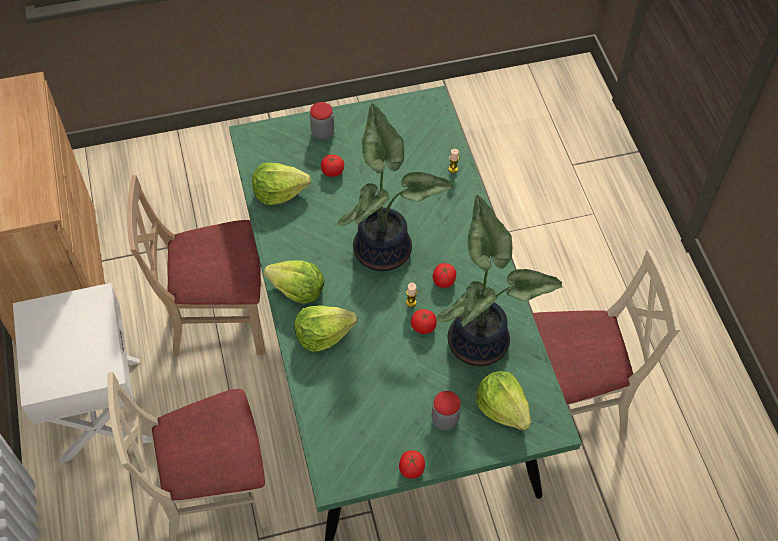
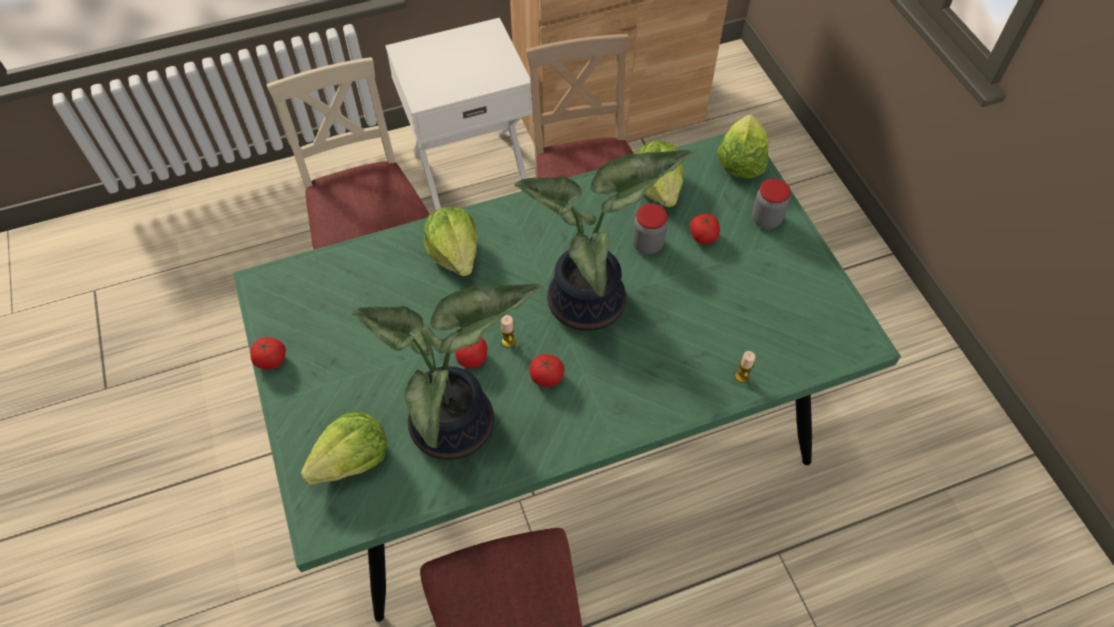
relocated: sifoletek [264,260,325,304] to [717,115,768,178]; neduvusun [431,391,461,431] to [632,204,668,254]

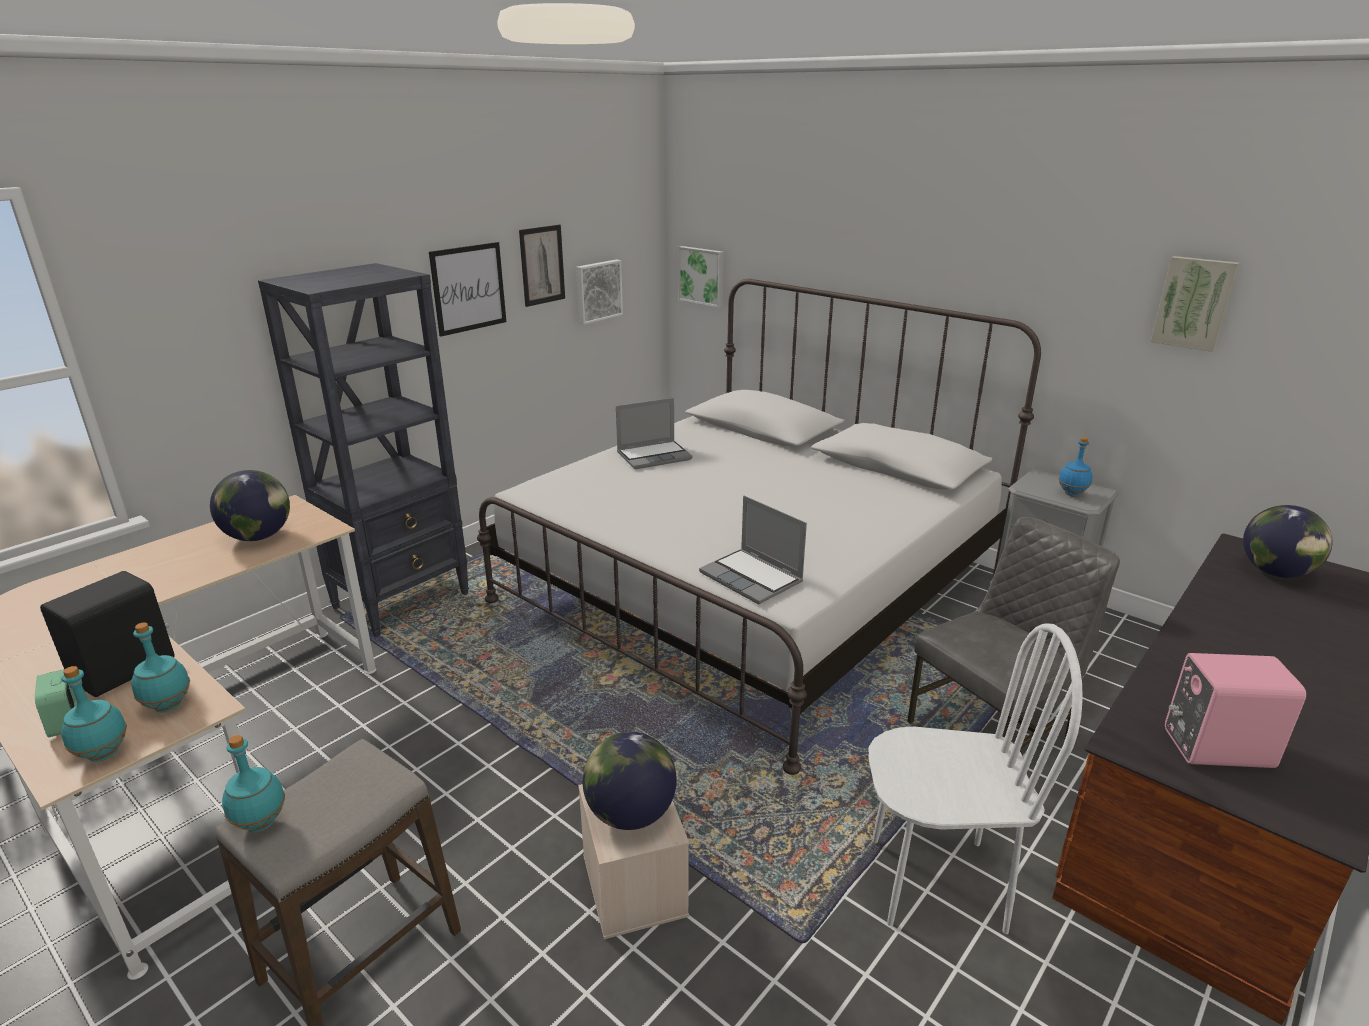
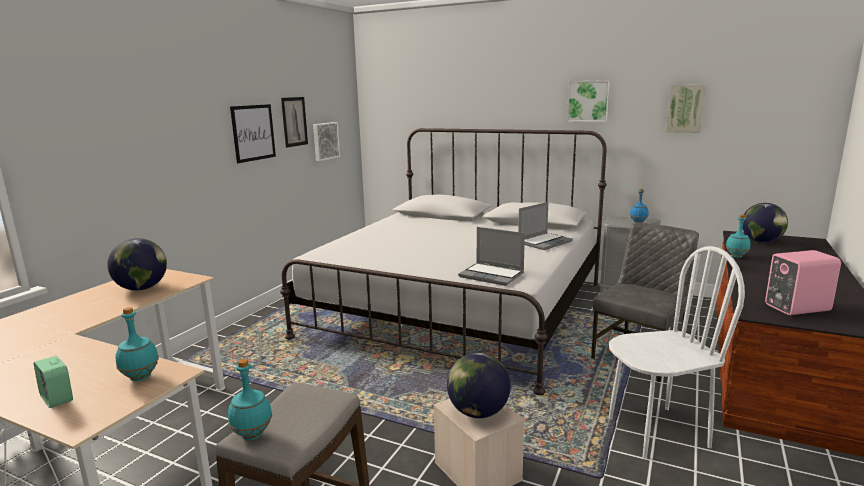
missing: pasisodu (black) [40,571,175,697]; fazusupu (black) [258,263,469,637]
relocated: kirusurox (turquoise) [61,666,127,762] to [726,215,751,258]; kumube [616,398,693,469] to [518,202,573,250]; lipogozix [678,246,724,308] to [567,80,611,122]

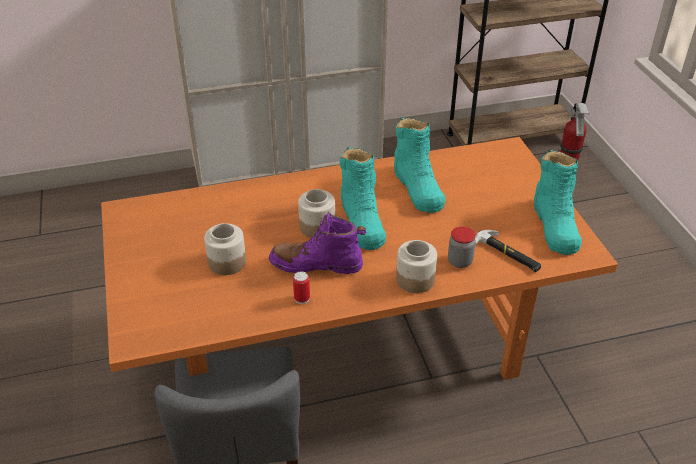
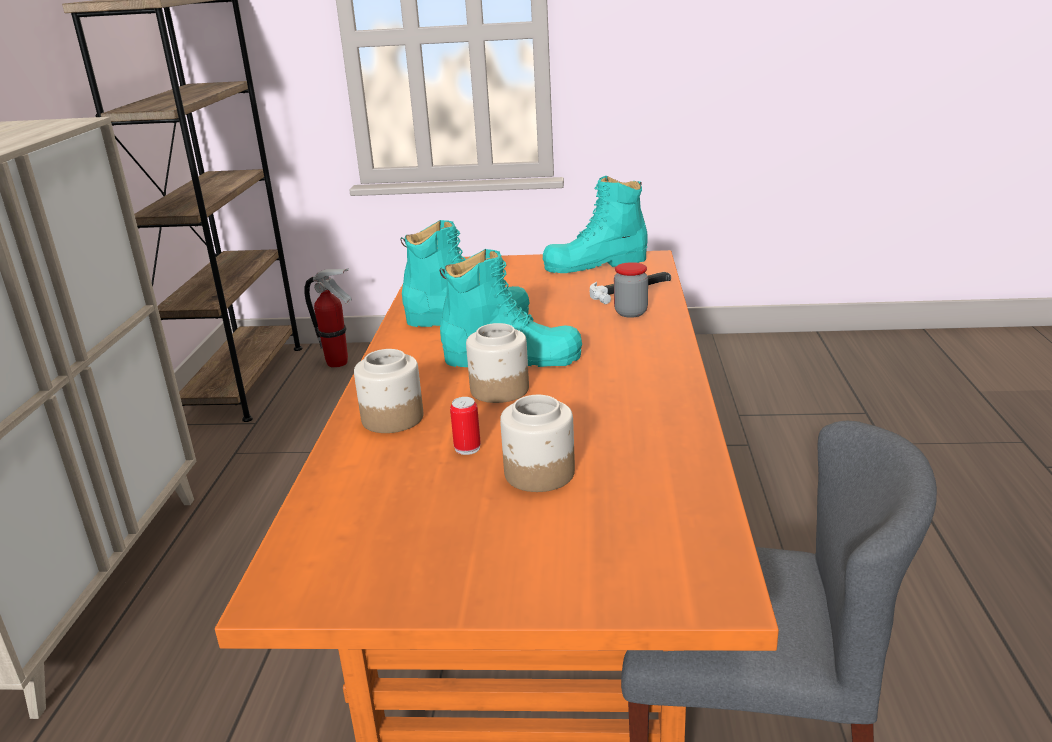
missing: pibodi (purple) [269,212,366,274]
relocated: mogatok [293,271,310,304] to [450,397,481,455]; neduvusun [396,240,437,293] to [354,349,423,433]
spun: pibodi (turquoise) [534,150,582,255] = [543,175,648,273] 150 degrees clockwise

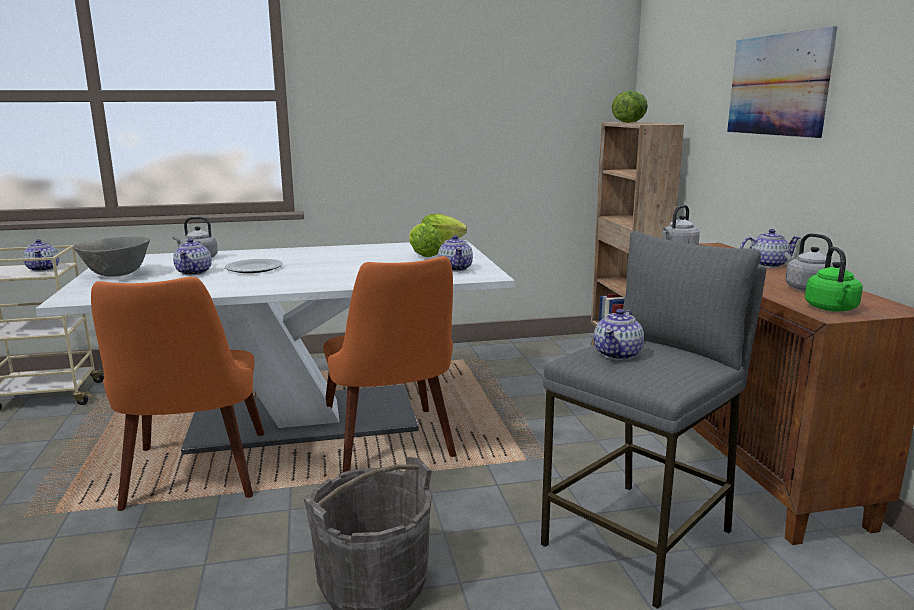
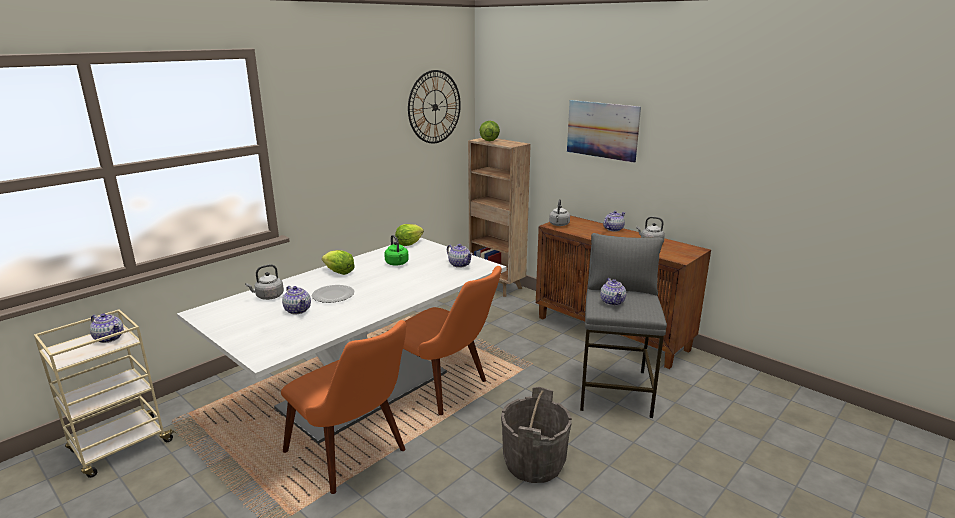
missing: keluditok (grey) [73,237,150,277]
appeared: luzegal [408,70,461,143]
relocated: sifoletek [409,223,441,257] to [322,250,355,275]; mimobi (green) [805,247,863,312] to [384,235,409,266]

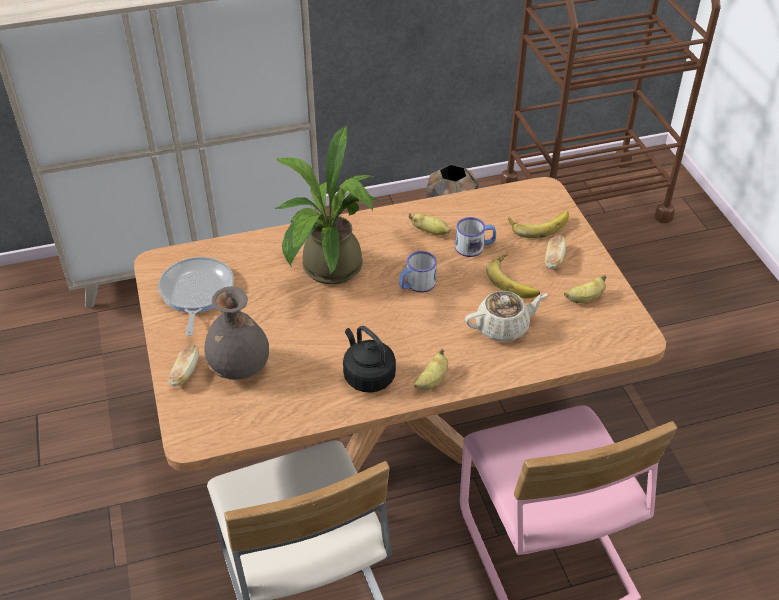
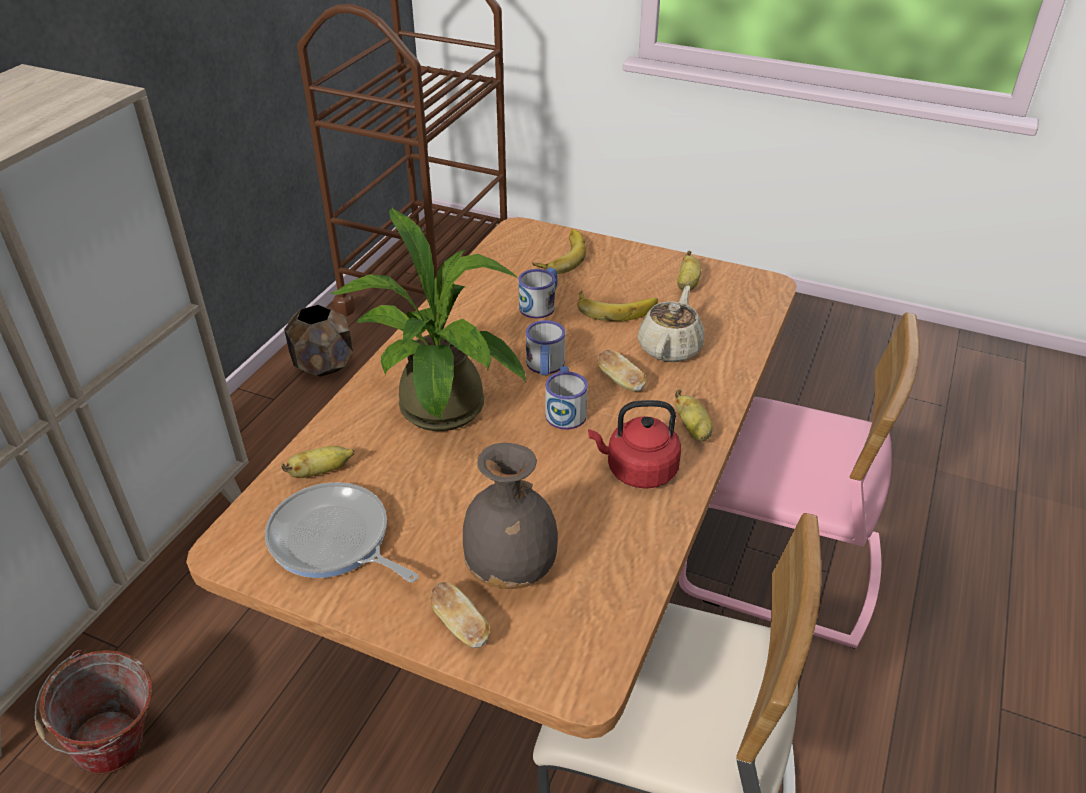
appeared: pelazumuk [34,650,152,775]; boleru [545,366,588,430]
relocated: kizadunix [409,213,450,235] to [282,446,354,478]; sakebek [545,235,566,269] to [598,350,647,392]
colour: mimobi (black) [343,326,396,393] to mimobi (red) [588,400,681,489]

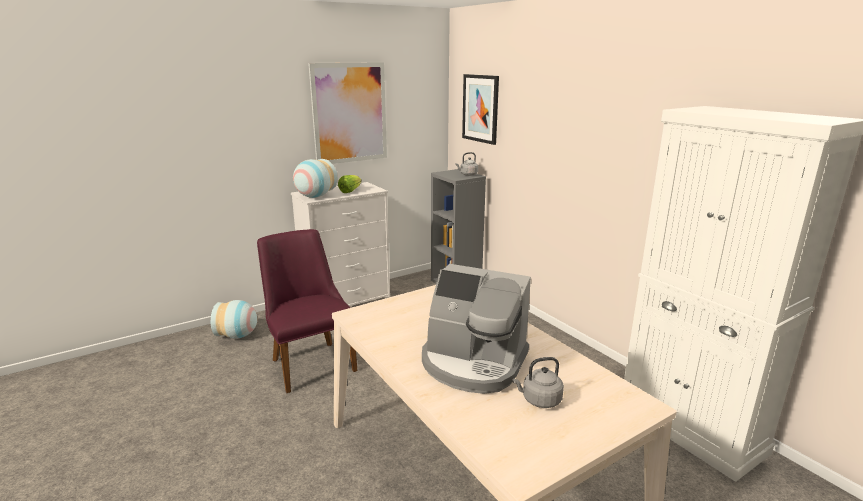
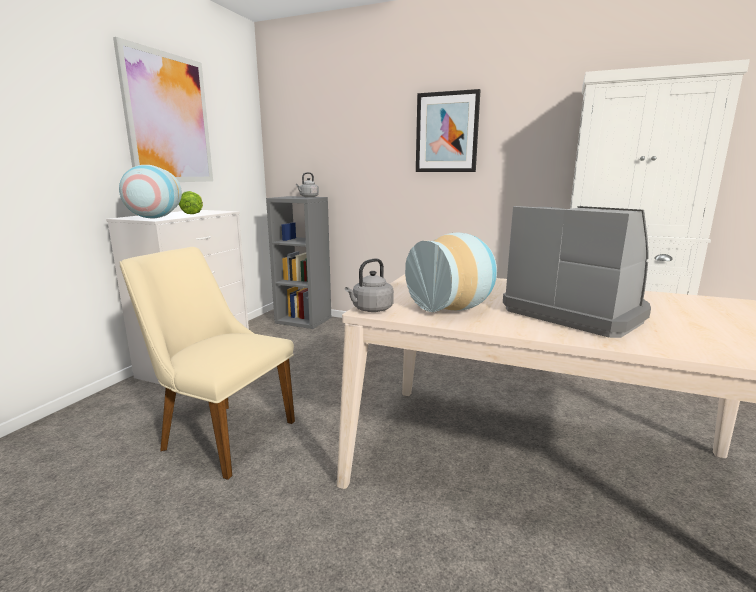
relocated: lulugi [211,300,257,339] to [405,233,497,312]; lipogozix [462,74,499,145] to [416,89,481,172]; mimobi (grey) [513,357,564,408] to [345,258,394,312]
colour: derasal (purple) [257,229,357,393] to derasal (beige) [119,247,295,480]
spun: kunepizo [422,264,531,394] = [503,206,651,338] 120 degrees counterclockwise

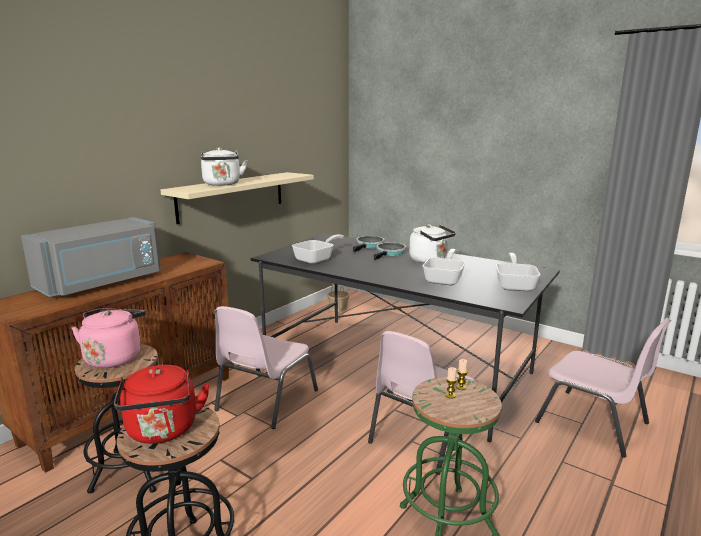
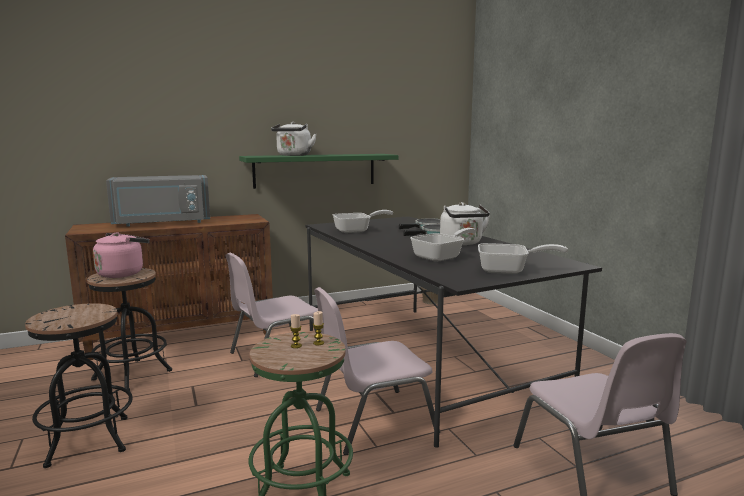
missing: mimobi (red) [114,365,210,444]
colour: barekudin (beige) [161,172,314,224] to barekudin (green) [239,154,398,189]
spun: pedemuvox [496,253,540,291] = [478,243,568,274] 60 degrees clockwise

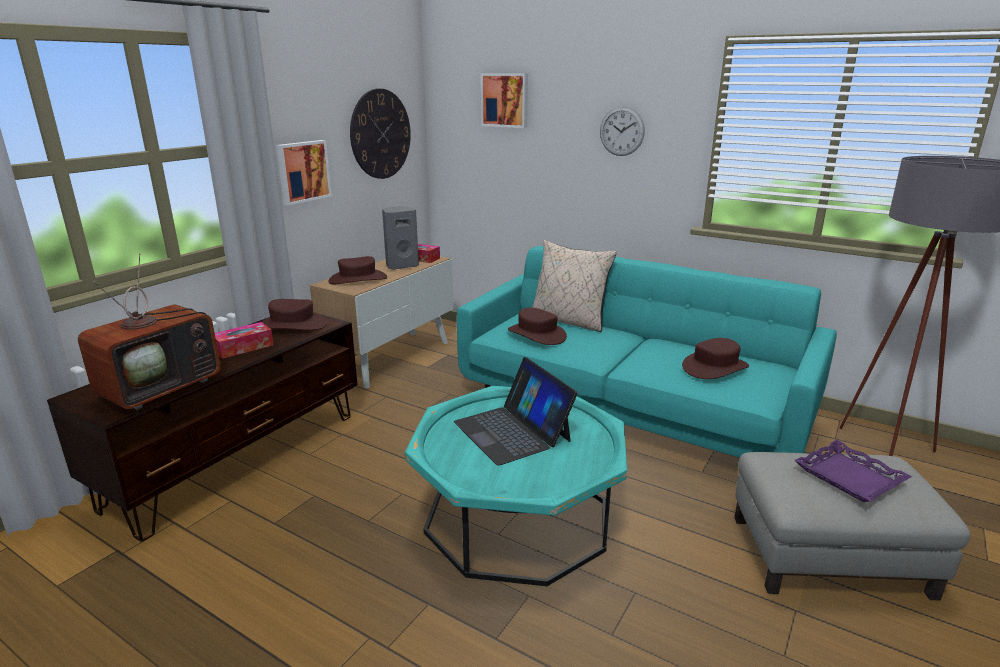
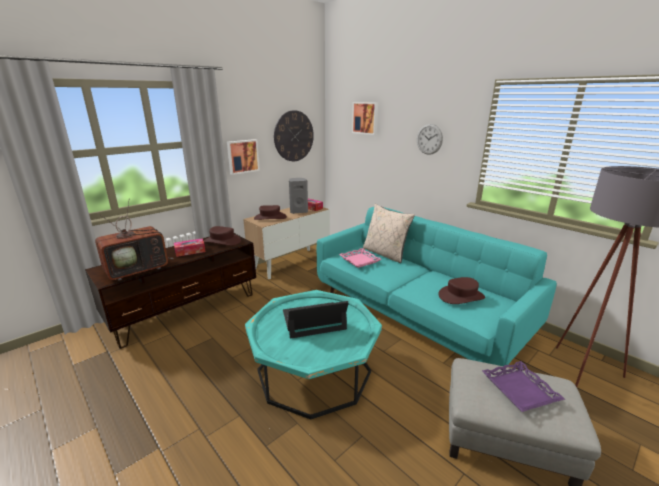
exchanged: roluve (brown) [508,307,567,345] to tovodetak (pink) [339,248,381,268]
spun: kumube [454,357,578,466] = [283,301,349,338] 90 degrees clockwise

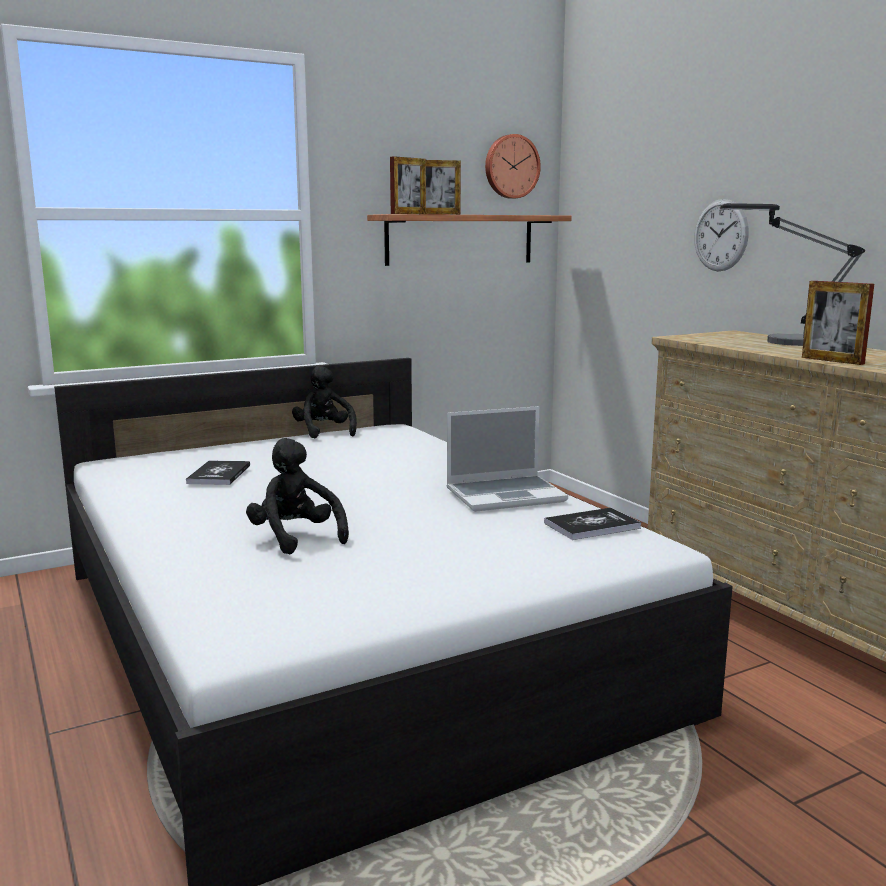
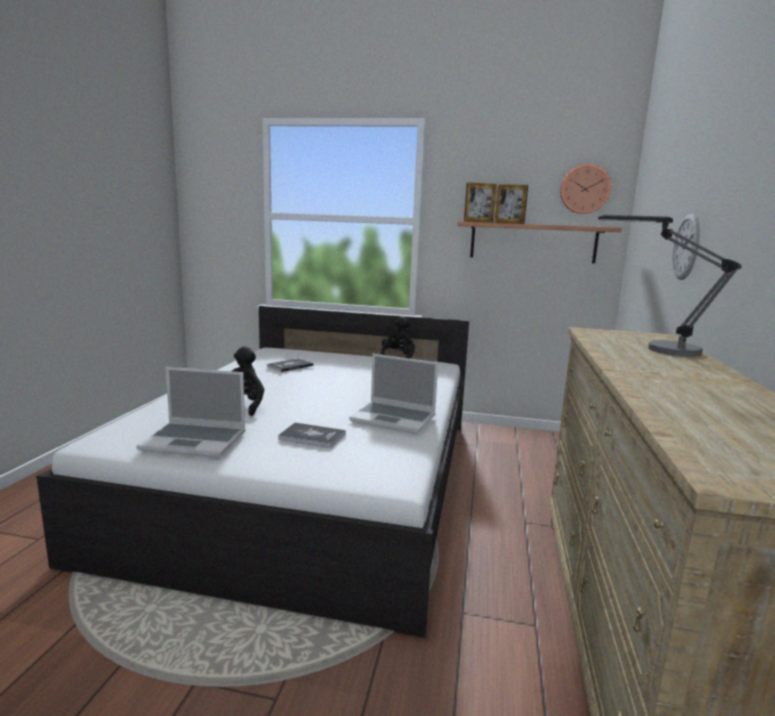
missing: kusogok [802,281,874,365]
appeared: kumube [136,367,246,458]
relocated: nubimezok [544,508,641,540] to [278,423,346,448]

